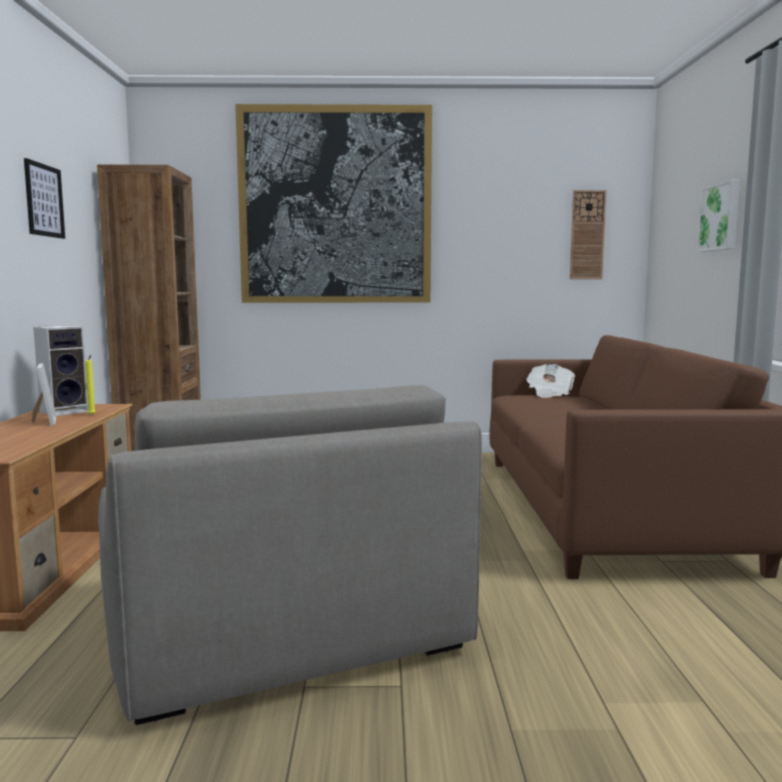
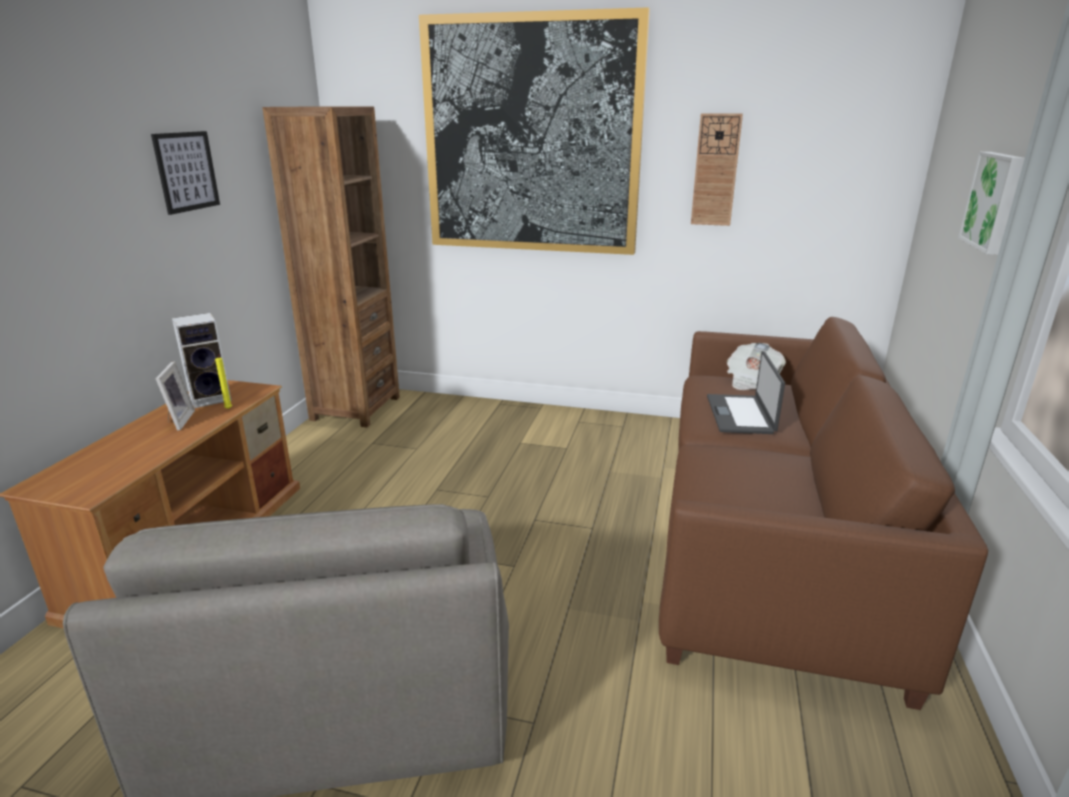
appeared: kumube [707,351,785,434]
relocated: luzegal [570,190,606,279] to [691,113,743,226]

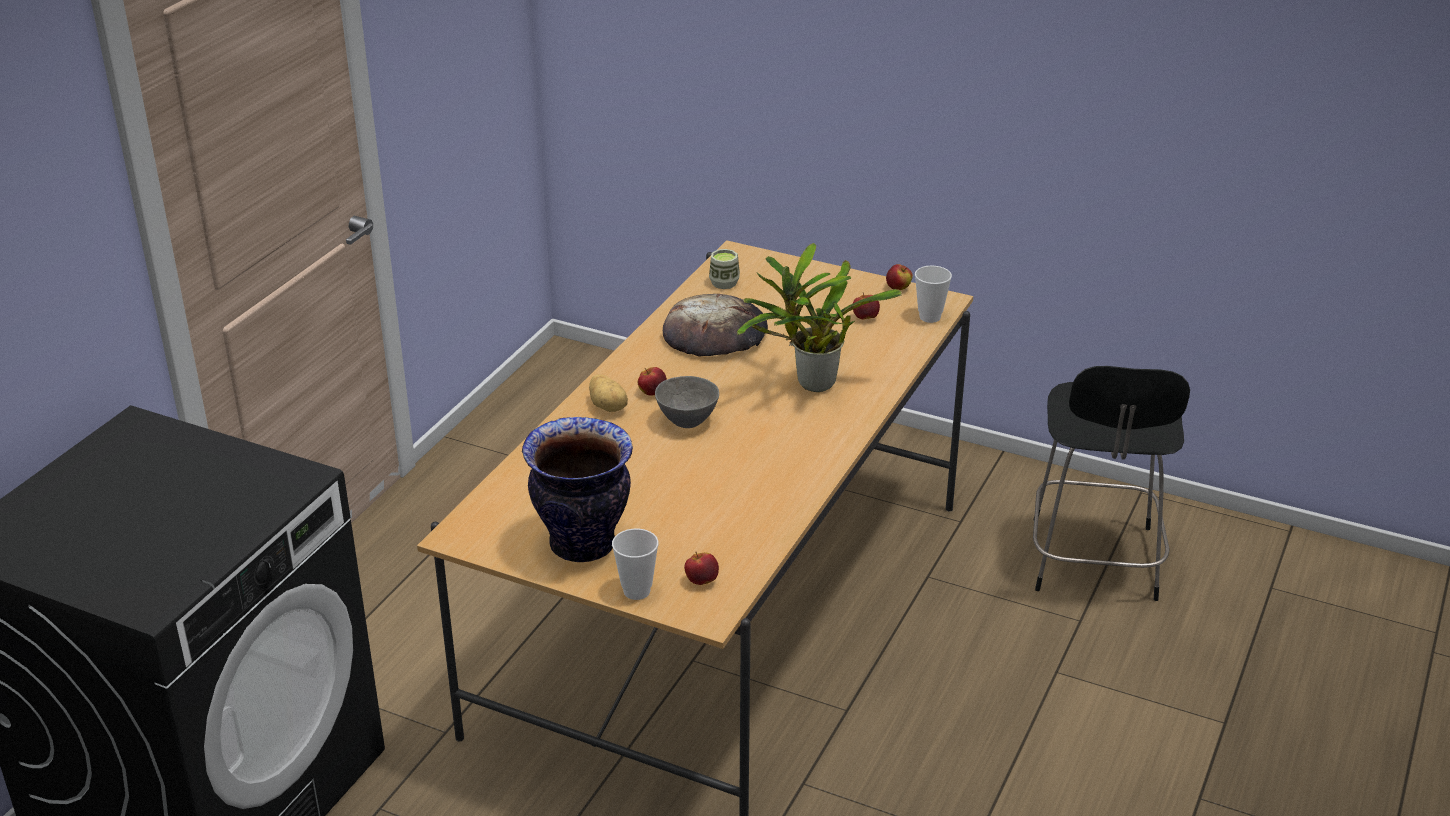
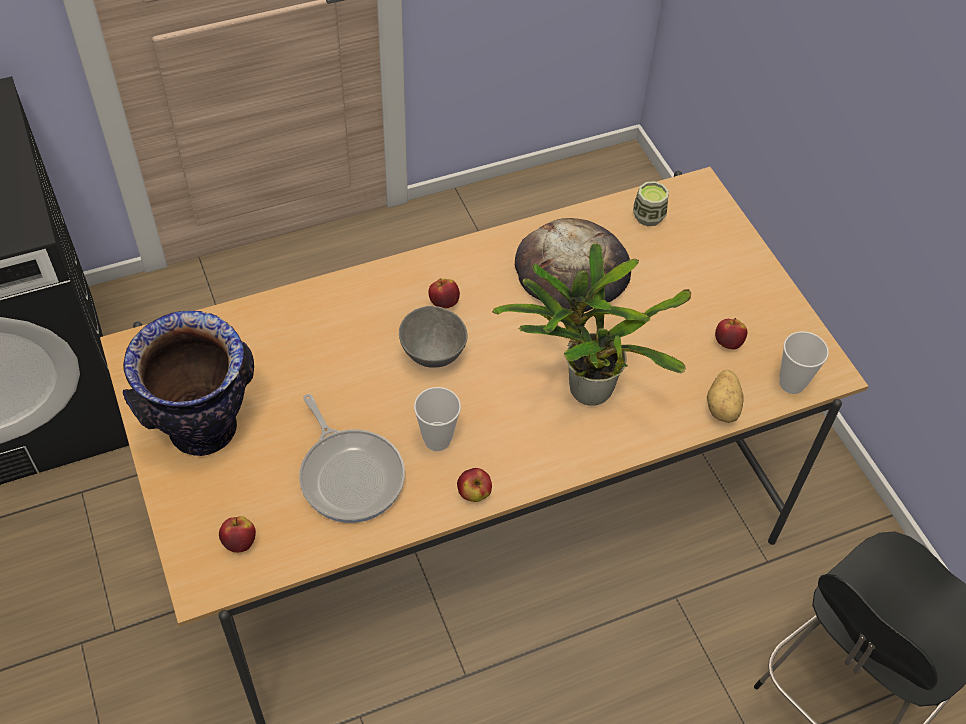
appeared: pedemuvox [299,394,405,523]
relocated: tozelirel [589,375,628,412] to [707,370,743,423]; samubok [612,529,659,600] to [414,387,461,451]; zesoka [886,264,913,290] to [457,468,492,502]

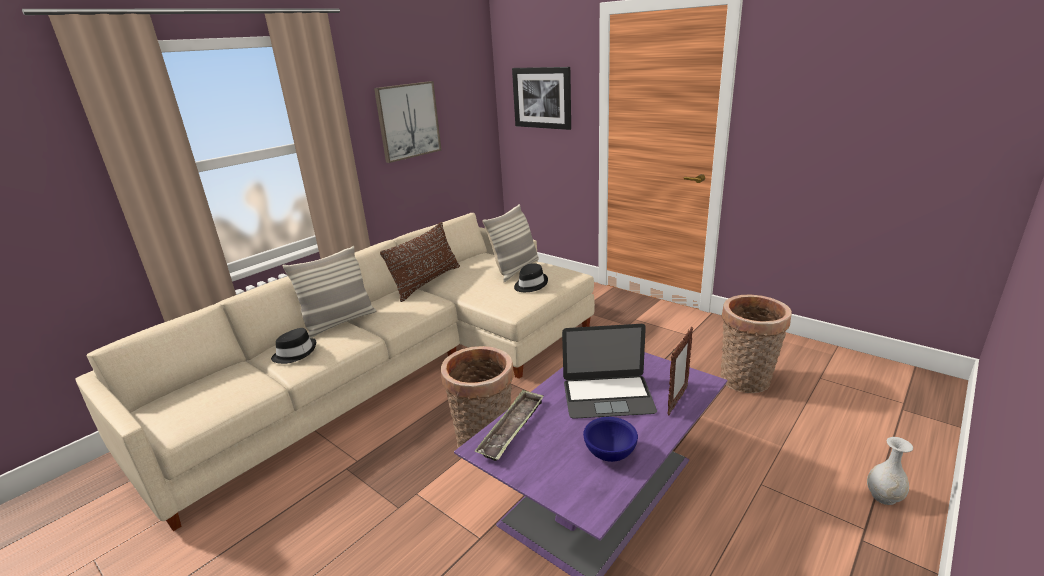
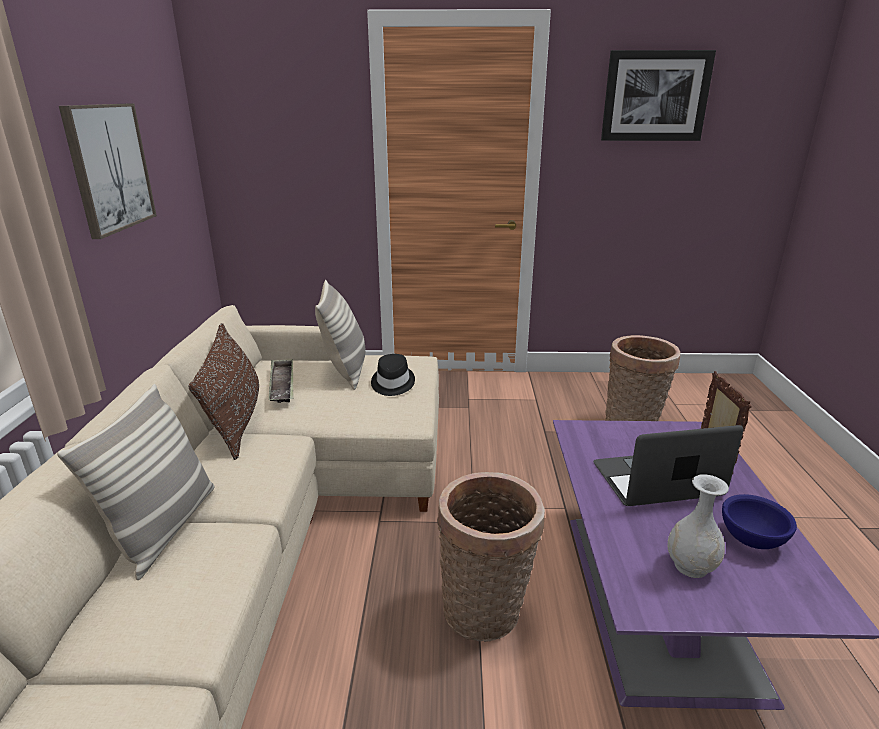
missing: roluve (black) [271,328,316,364]
relocated: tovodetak [475,390,544,461] to [269,359,294,403]; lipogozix [512,67,571,130] to [601,50,716,141]; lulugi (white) [867,437,913,505] to [668,474,729,578]
spun: kumube [562,324,657,419] = [593,425,743,506] 150 degrees counterclockwise

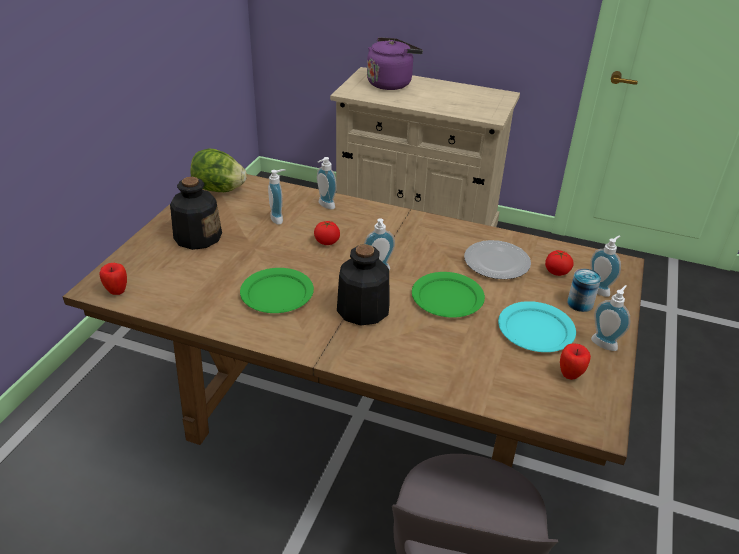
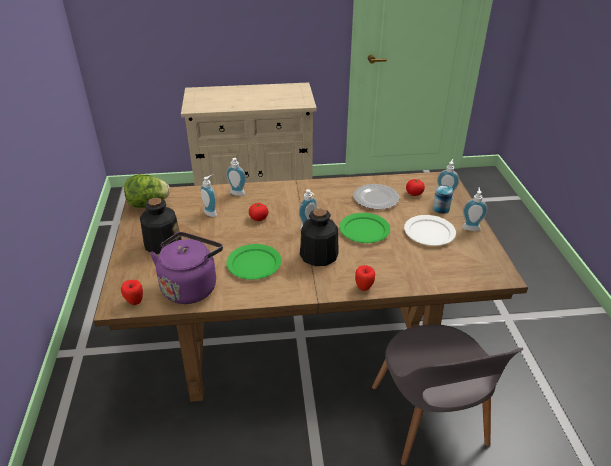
relocated: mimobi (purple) [367,37,423,90] to [150,232,223,304]; zesoka [560,343,591,380] to [355,265,375,291]
colour: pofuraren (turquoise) [498,301,576,352] to pofuraren (white) [404,215,456,246]

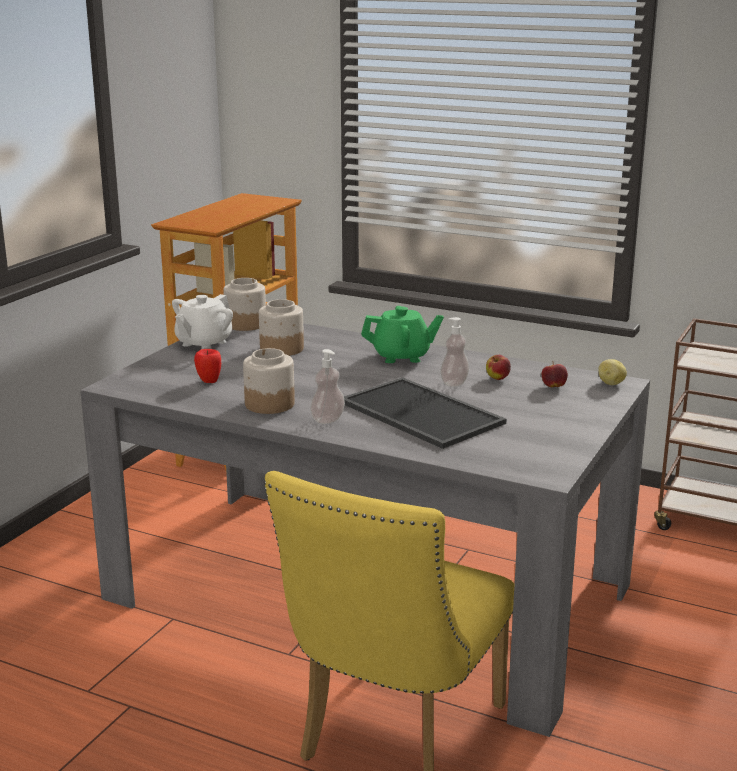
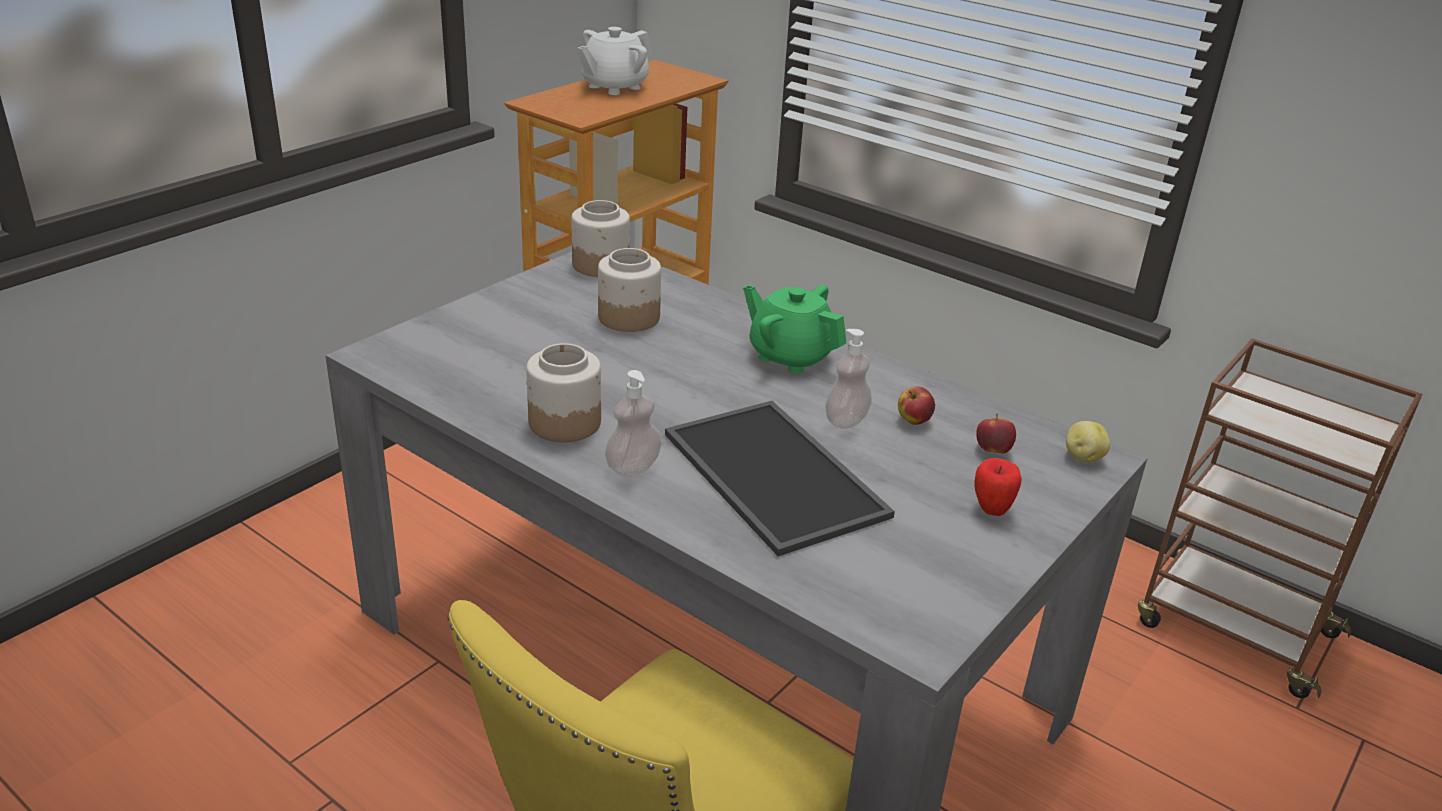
relocated: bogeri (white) [172,294,233,349] to [578,27,651,95]; zesoka [194,349,221,383] to [974,458,1022,516]
spun: bogeri (green) [361,306,444,363] = [743,285,847,374] 150 degrees counterclockwise

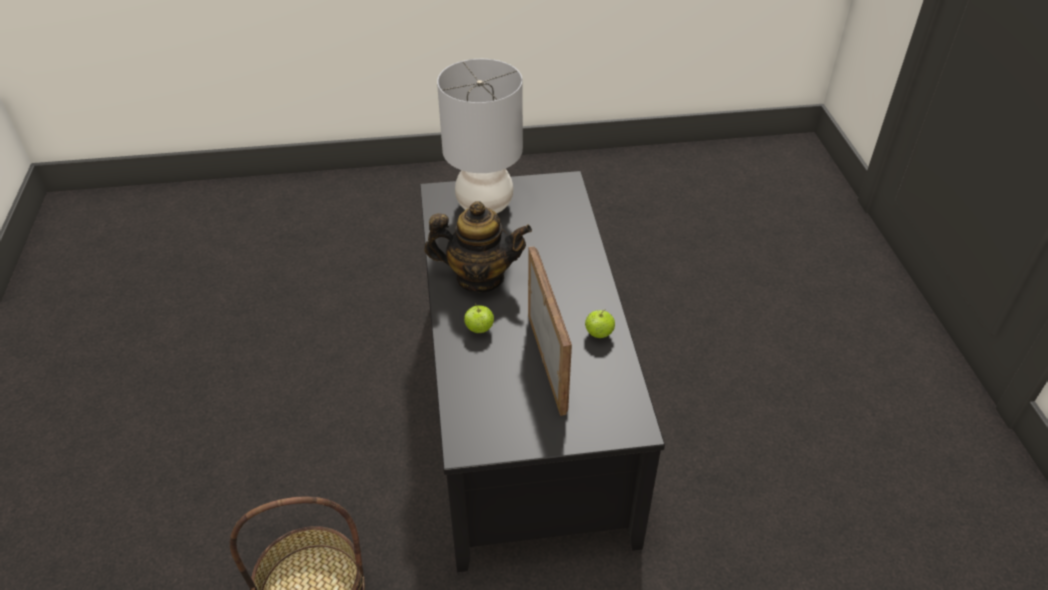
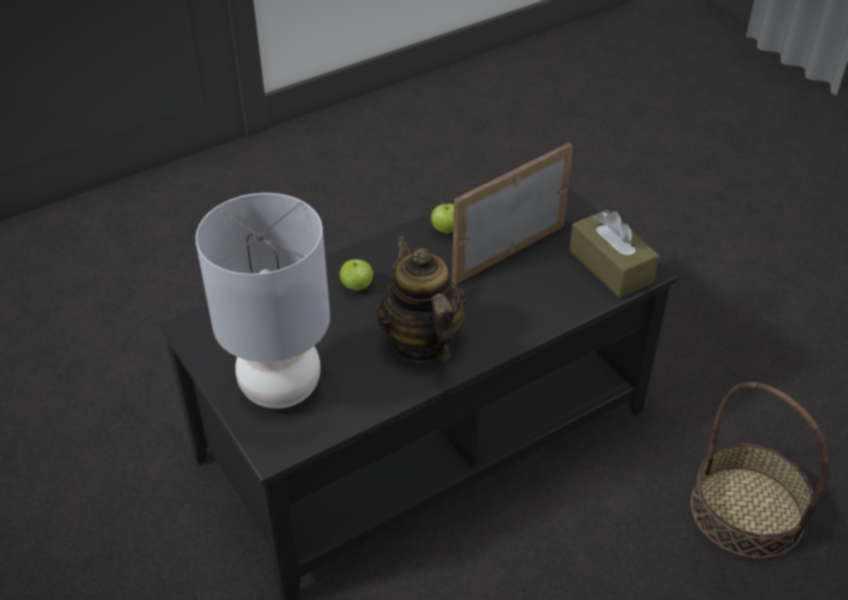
appeared: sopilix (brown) [569,210,660,298]
relocated: zesoka [464,303,494,333] to [340,259,374,291]

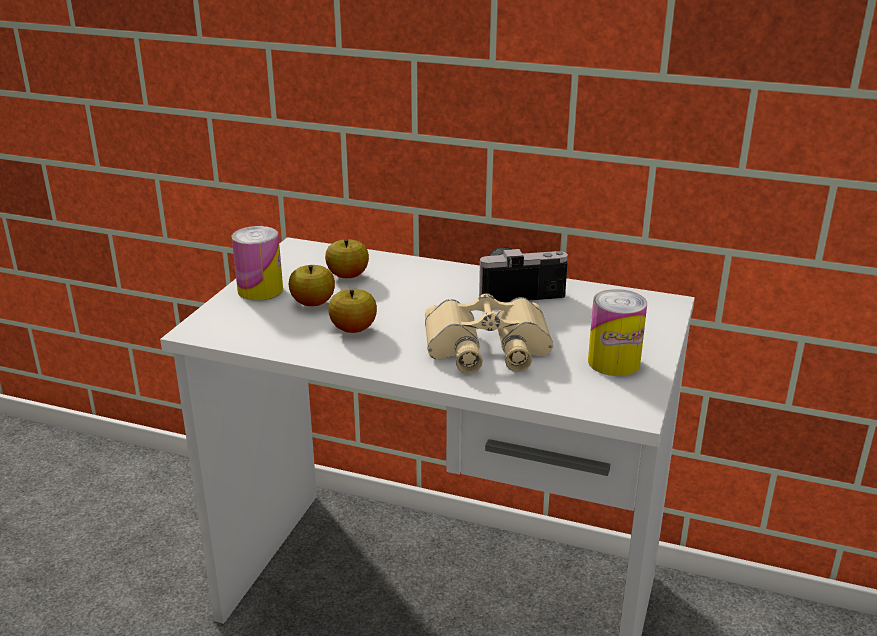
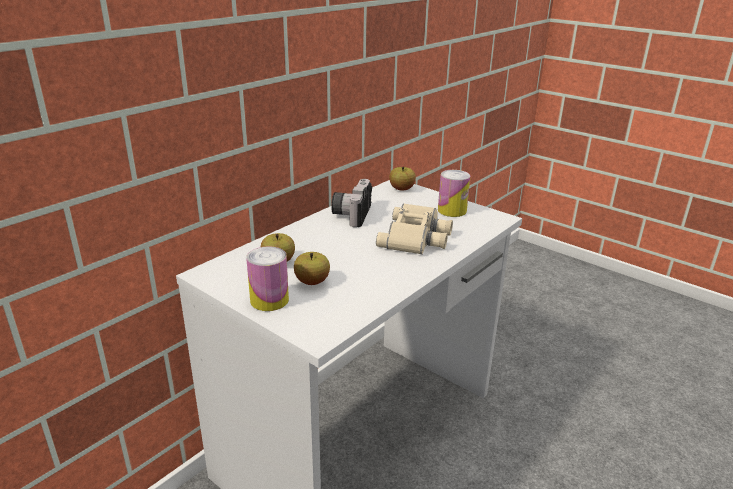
relocated: zesoka [328,289,377,333] to [389,167,416,191]

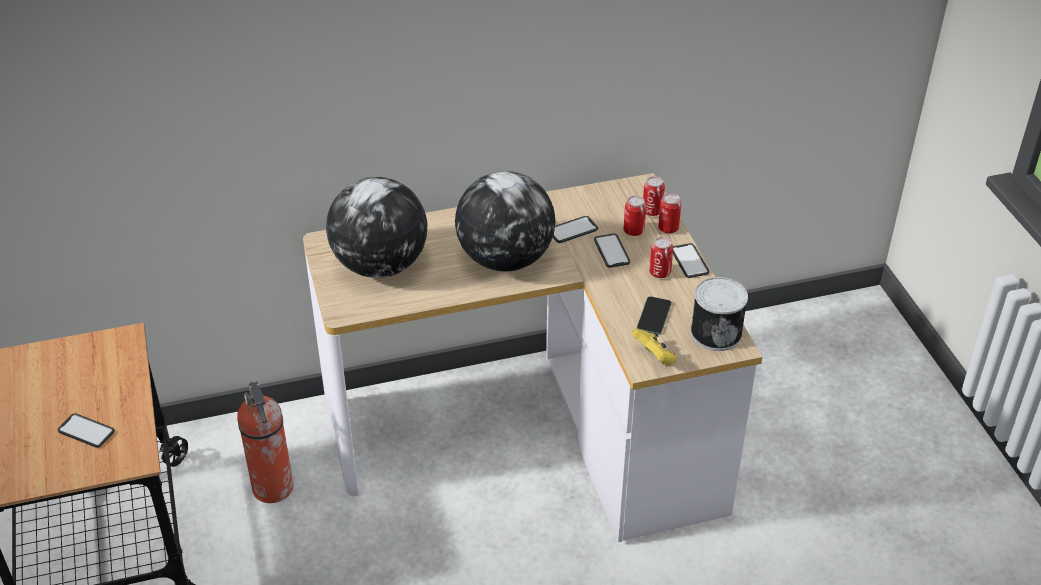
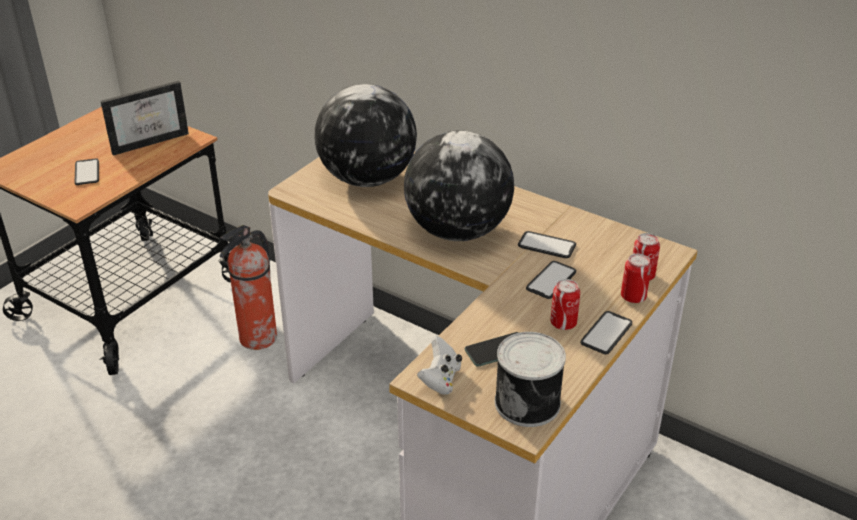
missing: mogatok [624,196,646,236]
appeared: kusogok [101,81,189,156]
colour: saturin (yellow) [632,329,677,365] to saturin (white) [417,336,462,395]

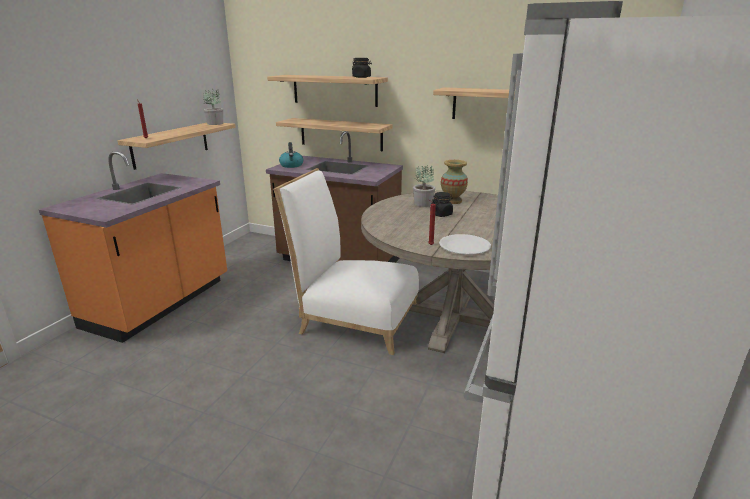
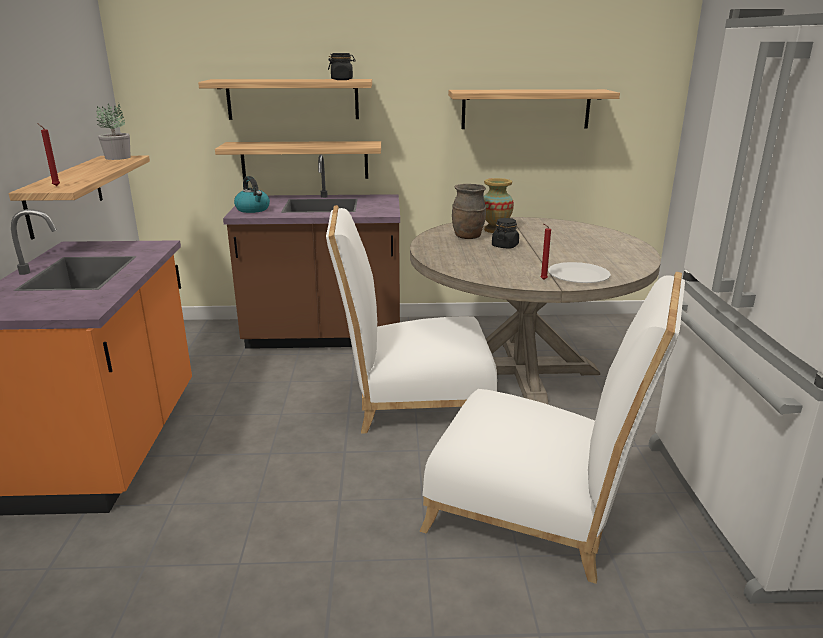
appeared: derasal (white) [420,272,685,584]
exchanged: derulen [413,165,435,207] to lulugi (brown) [452,184,486,239]

